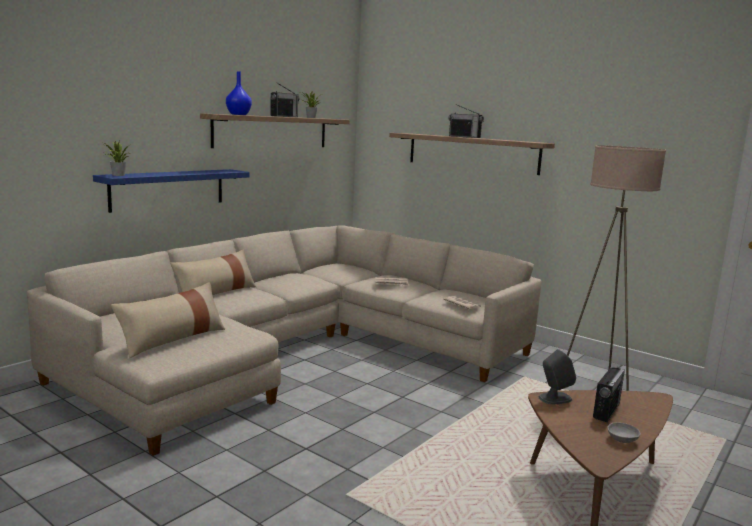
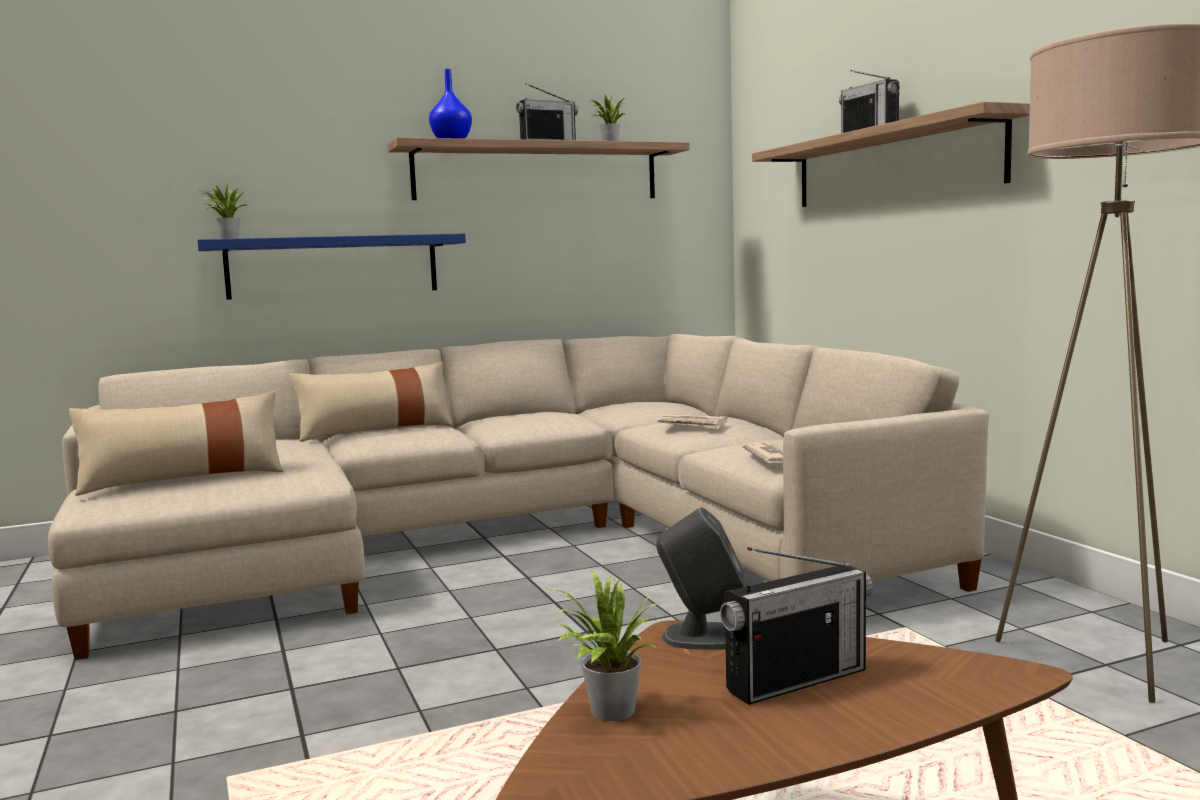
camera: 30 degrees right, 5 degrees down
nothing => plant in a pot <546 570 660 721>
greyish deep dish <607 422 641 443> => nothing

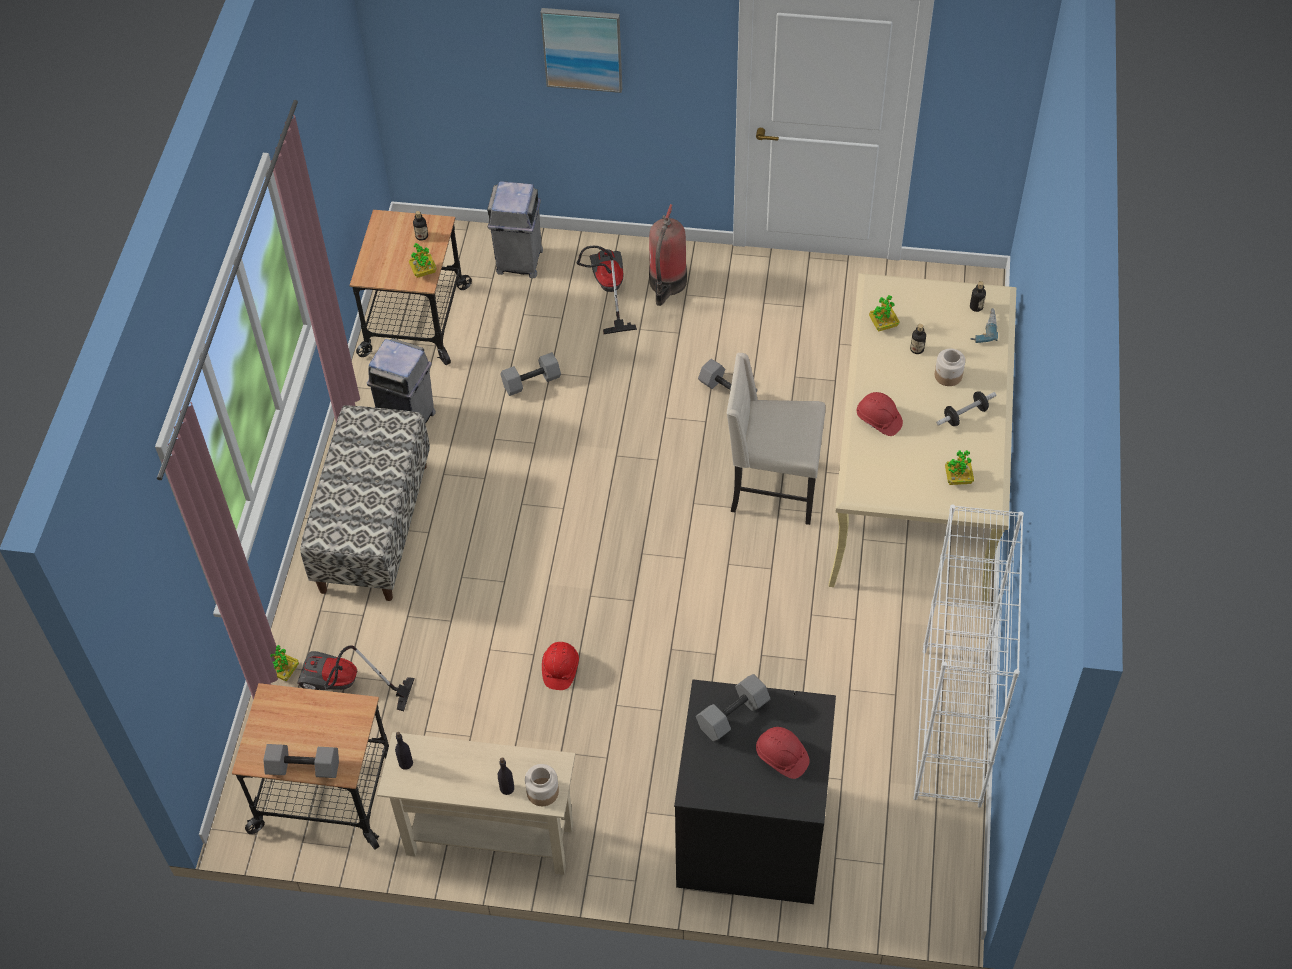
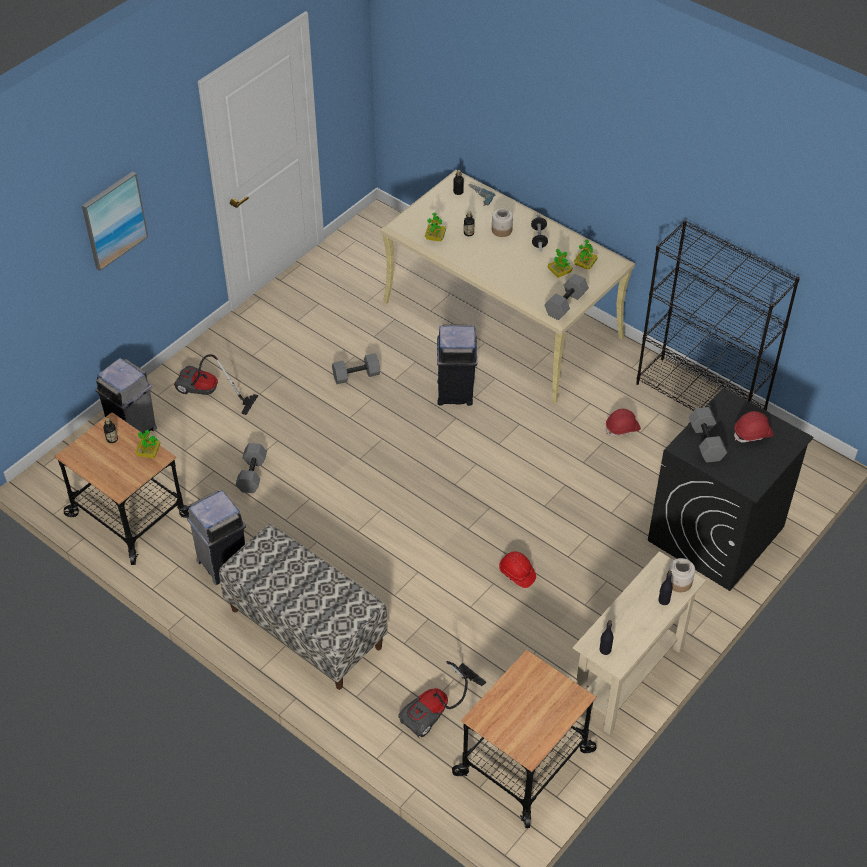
camera: 60 degrees left, 5 degrees down
beige-coloured upright chair <727 353 825 525> => blue-coloured waste bin <437 325 477 406>
greyish hand weight <263 744 339 778> => greyish hand weight <544 274 589 320>, move
plant in a pot <270 645 299 681> => plant in a pot <548 249 572 278>, move
reddish safety helmet <857 392 903 436> => reddish safety helmet <606 409 641 436>, move
whitish bookcase <913 505 1024 808> => black bookcase <636 220 800 411>
fire-fighting cylinder <649 204 687 306> => nothing

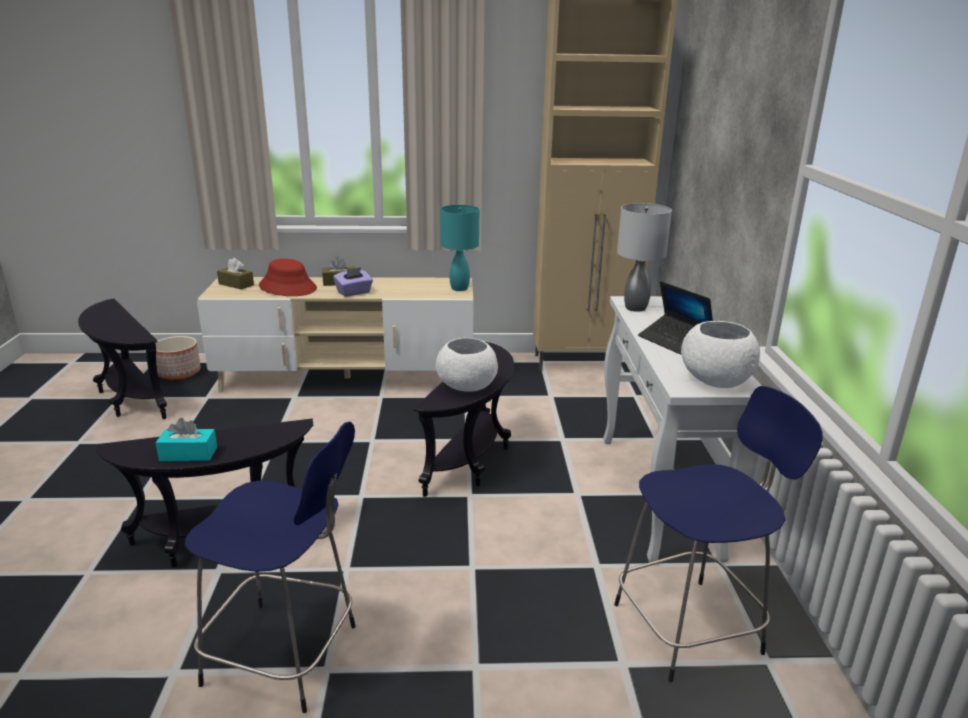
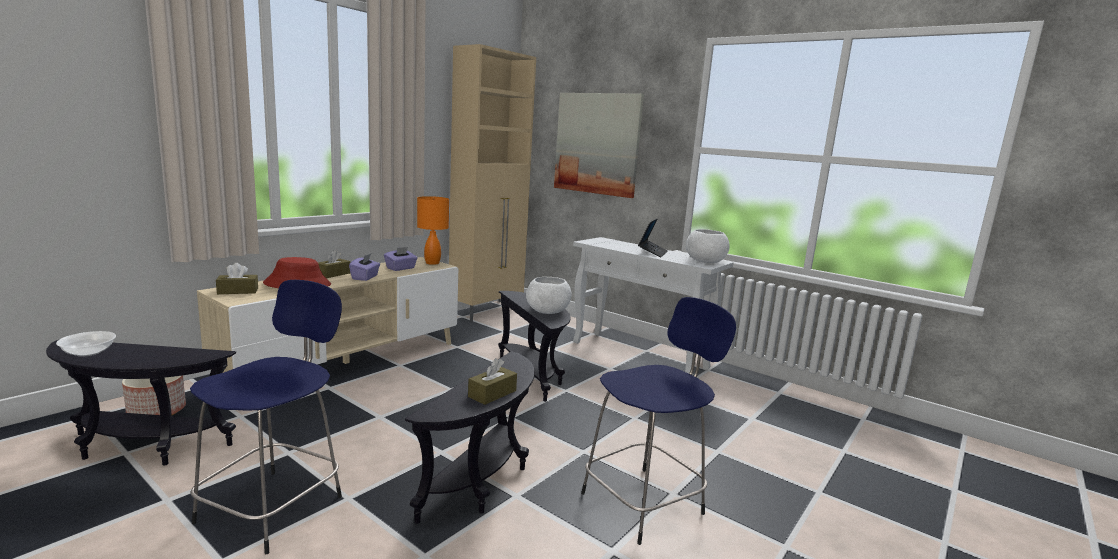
camera: 50 degrees left, 10 degrees down
nothing => deep dish <56 331 116 357>
blue-coloured stool seat <614 386 822 682> => blue-coloured stool seat <190 280 342 554>, move
nothing => purple-coloured box of tissues <384 247 417 271>
turquoise tabletop lamp <440 205 479 291> => orangey tabletop lamp <417 196 449 265>
turquoise box of tissues <156 418 217 461> => brownish box of tissues <468 358 517 405>
nothing => picture <554 93 644 198>
laptop <638 281 713 355> => laptop <638 219 668 257>, 75 degrees counterclockwise
greyish tabletop lamp <617 203 672 312> => nothing

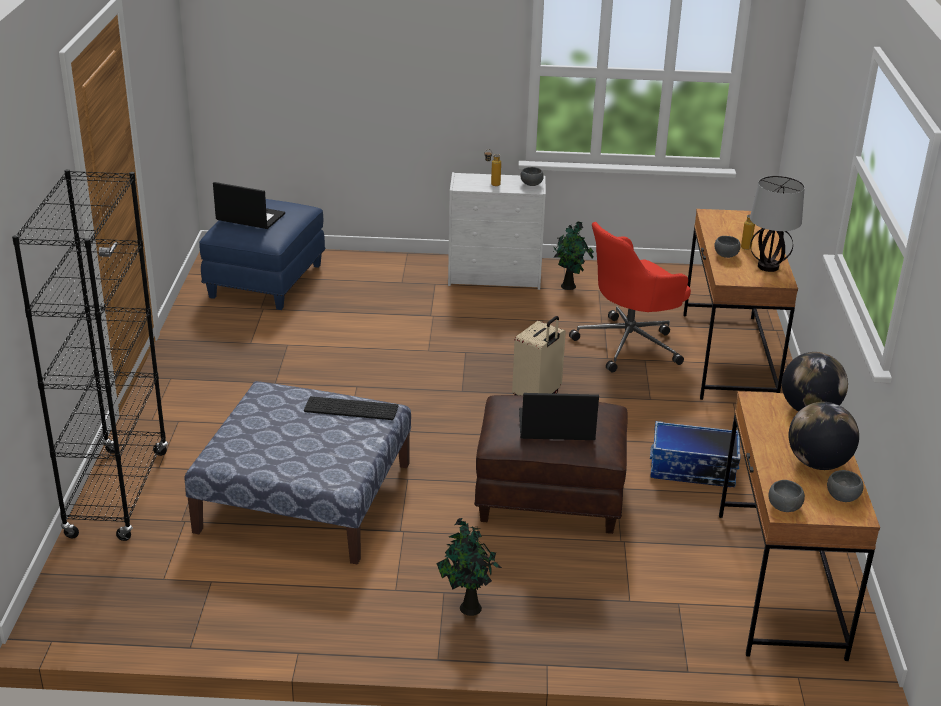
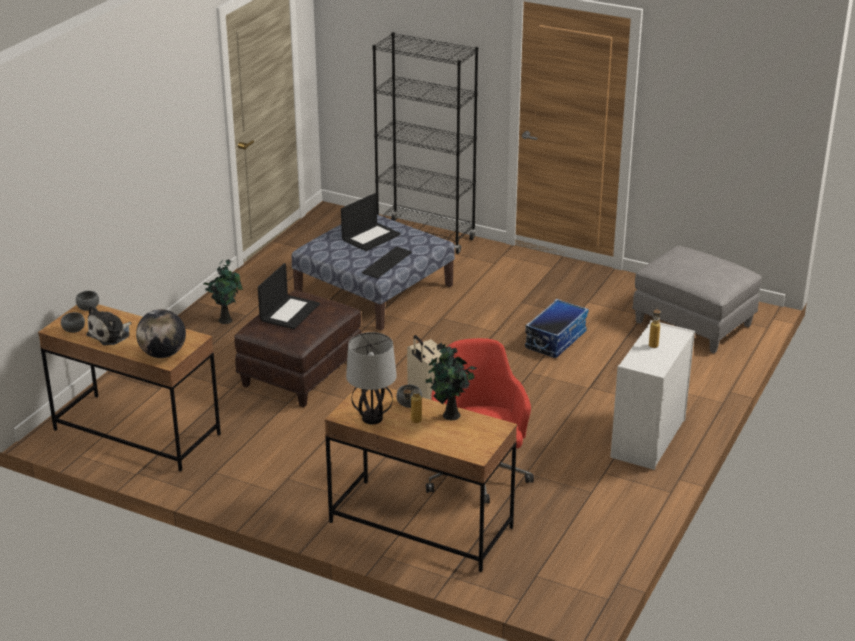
camera: 115 degrees right, 0 degrees up
world globe <789 402 859 470> => cuddly toy <86 305 132 346>
laptop <213 182 285 229> => laptop <341 193 401 251>, move
plant in a pot <553 221 594 290> => plant in a pot <425 343 477 420>, move
storage bin <650 421 740 487> => storage bin <525 299 588 358>, move
blue-coloured footrest <199 199 326 310> => greyish footrest <632 246 762 353>
greyish deep dish <520 167 544 186> => nothing

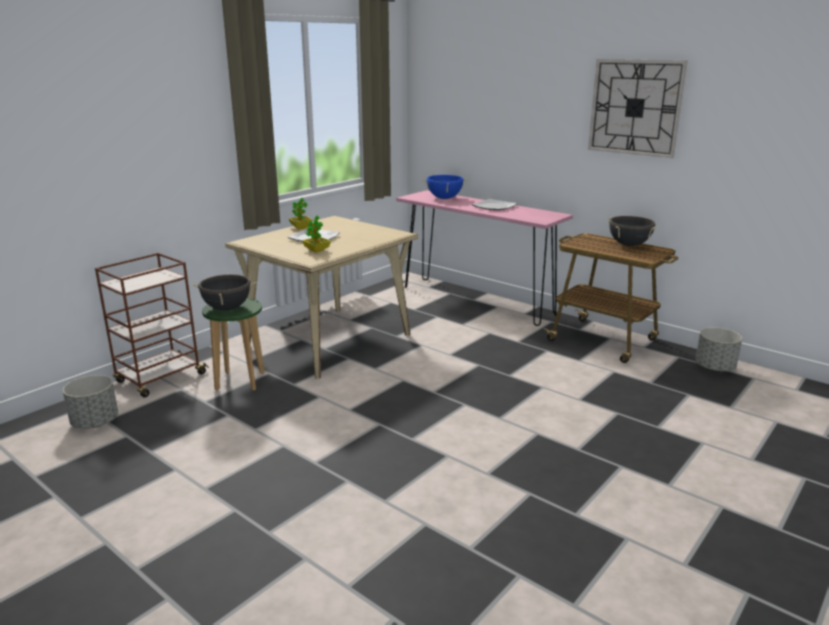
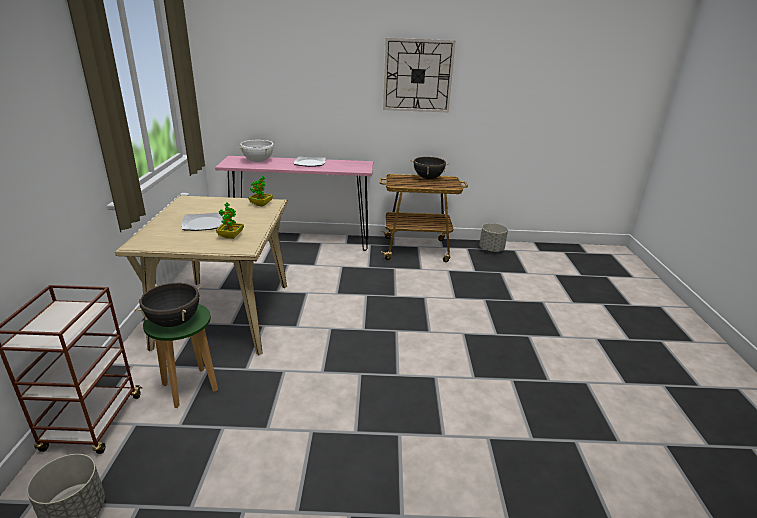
camera: 40 degrees left, 5 degrees up
blue-coloured saucepot <422 175 468 199> => whitish saucepot <239 140 274 162>
plant in a pot <289 198 312 230> => plant in a pot <248 176 273 207>, move

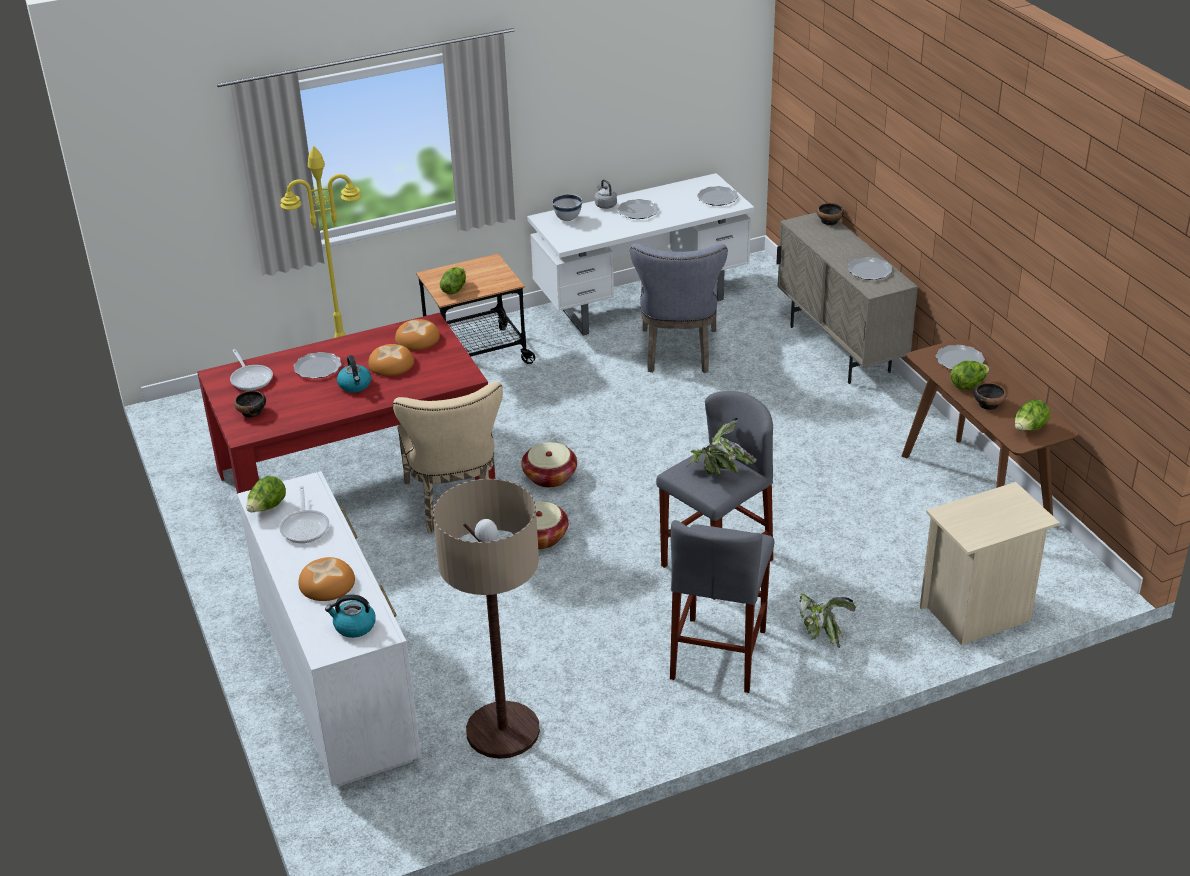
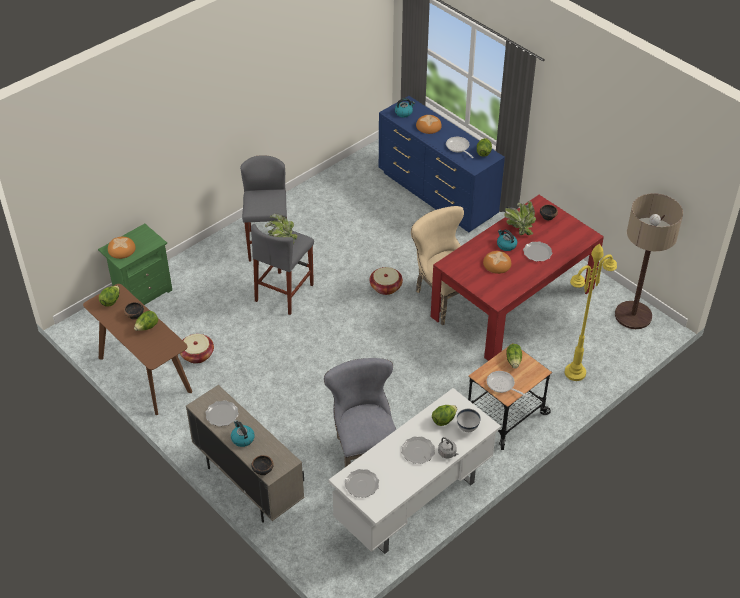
camera: 160 degrees right, 10 degrees up
beige-coloured nightstand <920 482 1060 645> => green-coloured nightstand <98 224 172 305>
bread <395 319 440 350> => bread <108 237 136 259>, move
basket <521 442 577 488> => basket <180 334 214 364>, move
nothing => kettle <231 420 255 447>
whitish chest of drawers <237 471 421 787> => blue-coloured chest of drawers <379 96 505 232>
nothing => lettuce head <432 405 457 426>
frying pan <230 349 273 391> => frying pan <487 371 528 397>, move
plant in a pot <799 593 856 648> => plant in a pot <504 201 536 235>, move
floor lamp <433 479 540 759> => floor lamp <615 193 683 329>, move
dinner plate <936 345 985 369> => nothing

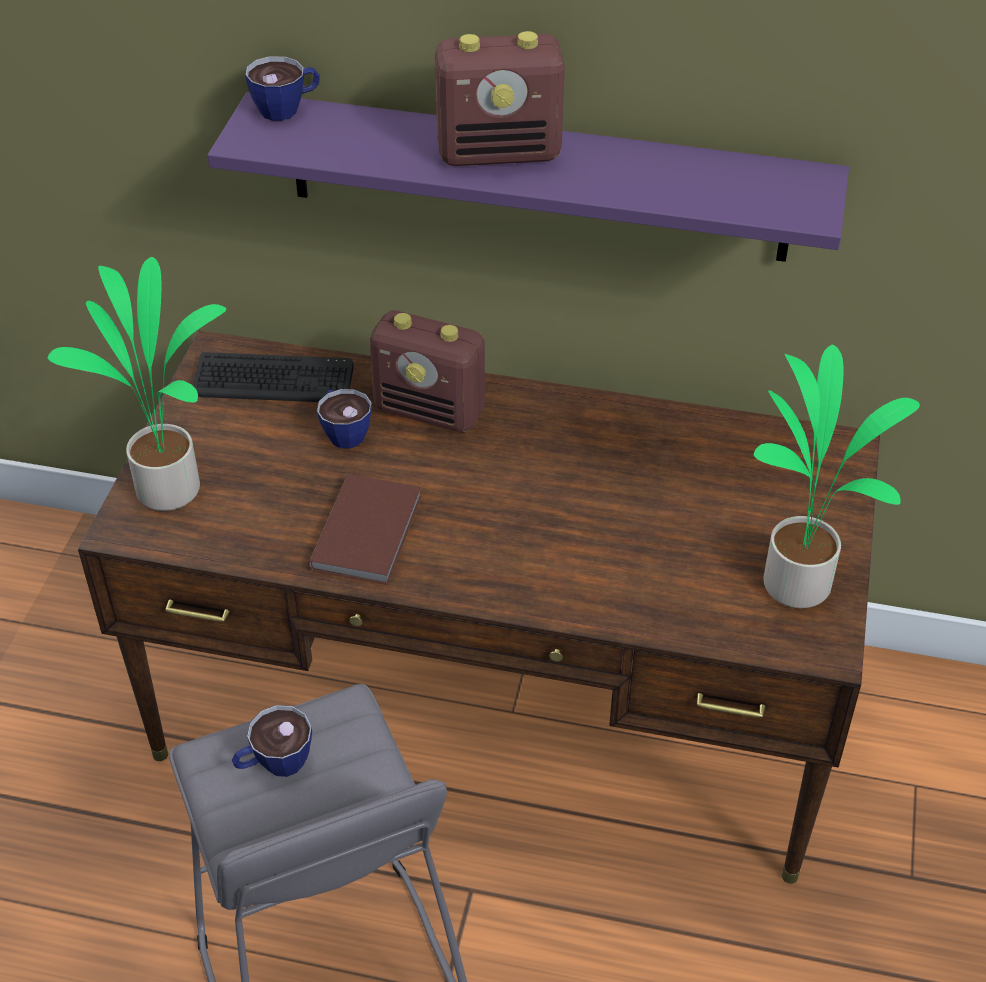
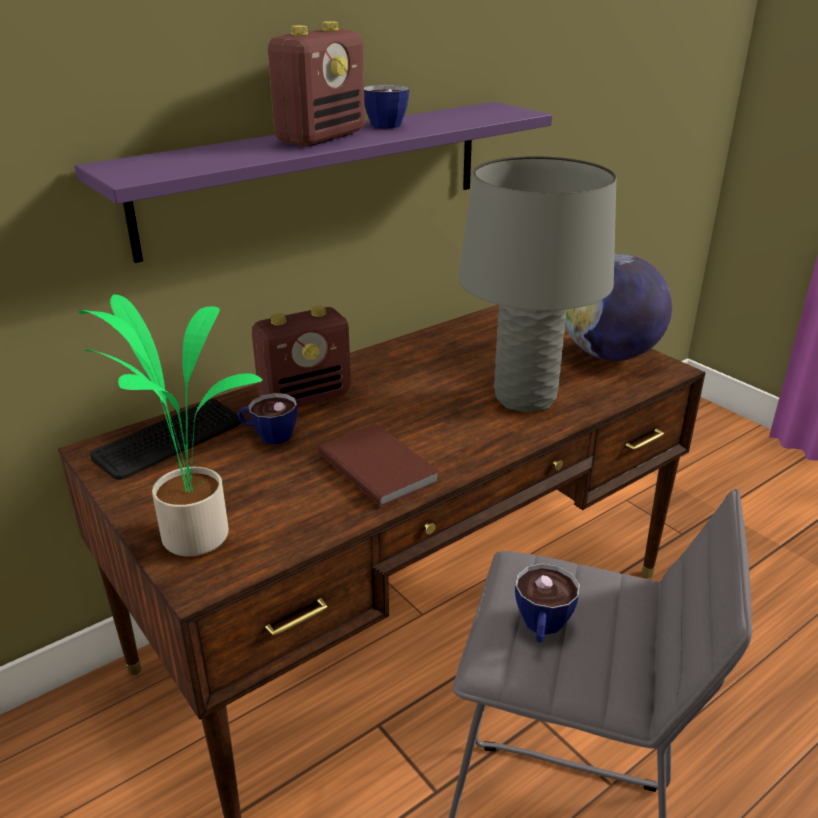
camera: 50 degrees left, 15 degrees down
drinking cup <245 56 320 121> => drinking cup <364 85 409 128>, move
nothing => greyish tabletop lamp <458 156 616 413>
plant in a pot <754 344 920 608> => world globe <565 254 672 361>

